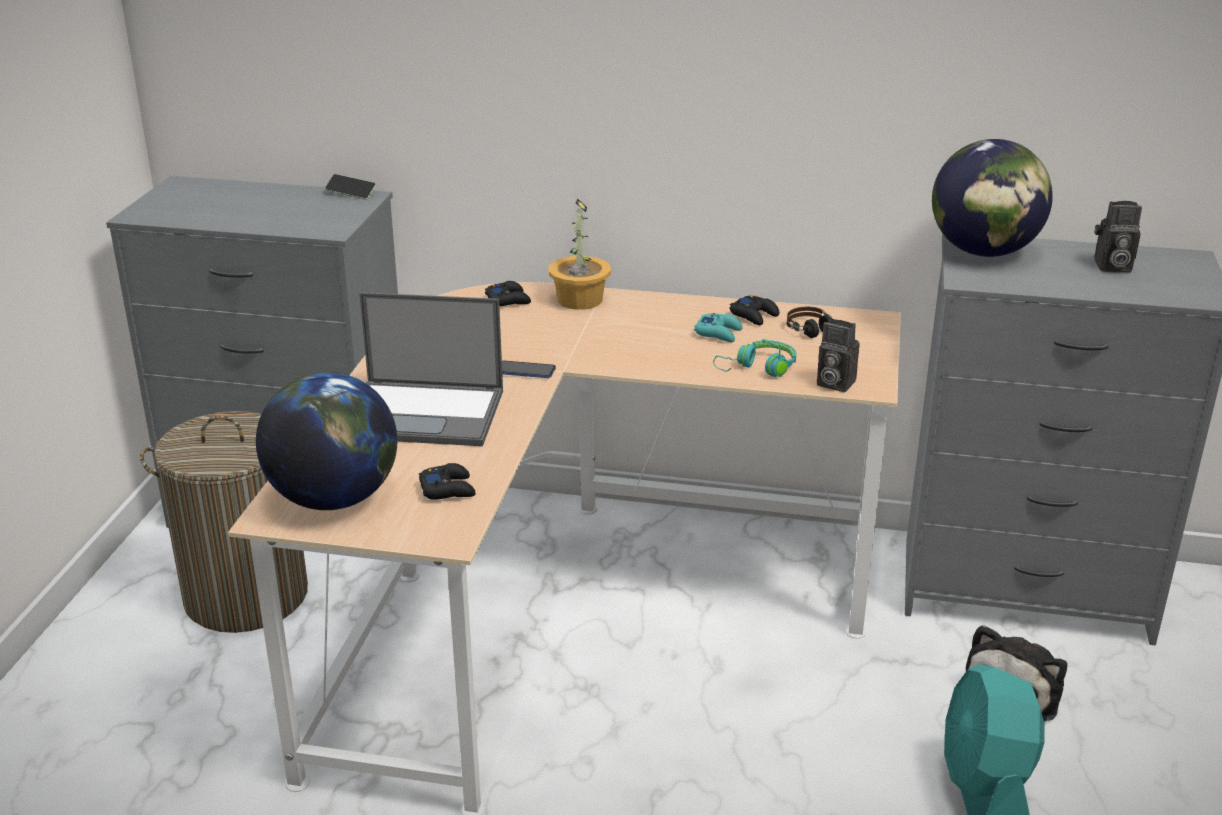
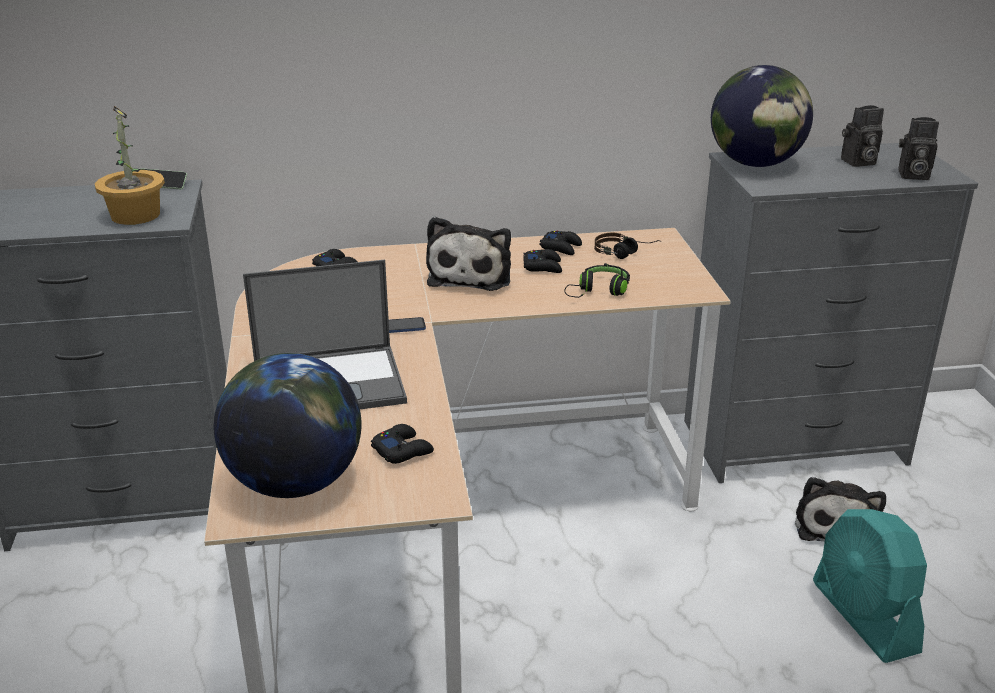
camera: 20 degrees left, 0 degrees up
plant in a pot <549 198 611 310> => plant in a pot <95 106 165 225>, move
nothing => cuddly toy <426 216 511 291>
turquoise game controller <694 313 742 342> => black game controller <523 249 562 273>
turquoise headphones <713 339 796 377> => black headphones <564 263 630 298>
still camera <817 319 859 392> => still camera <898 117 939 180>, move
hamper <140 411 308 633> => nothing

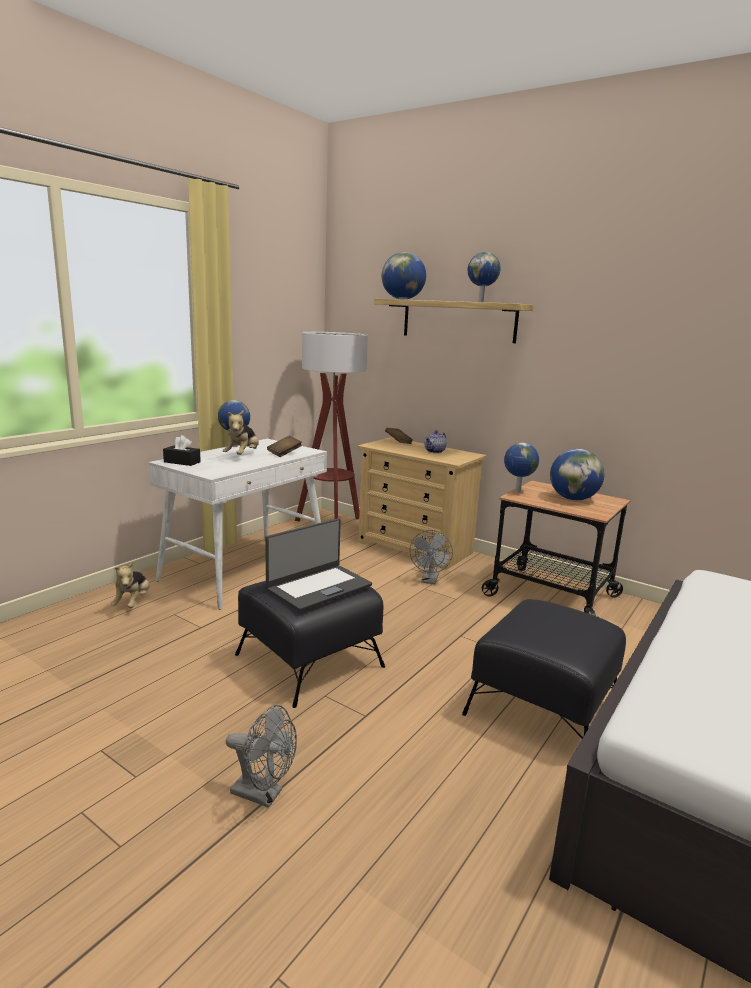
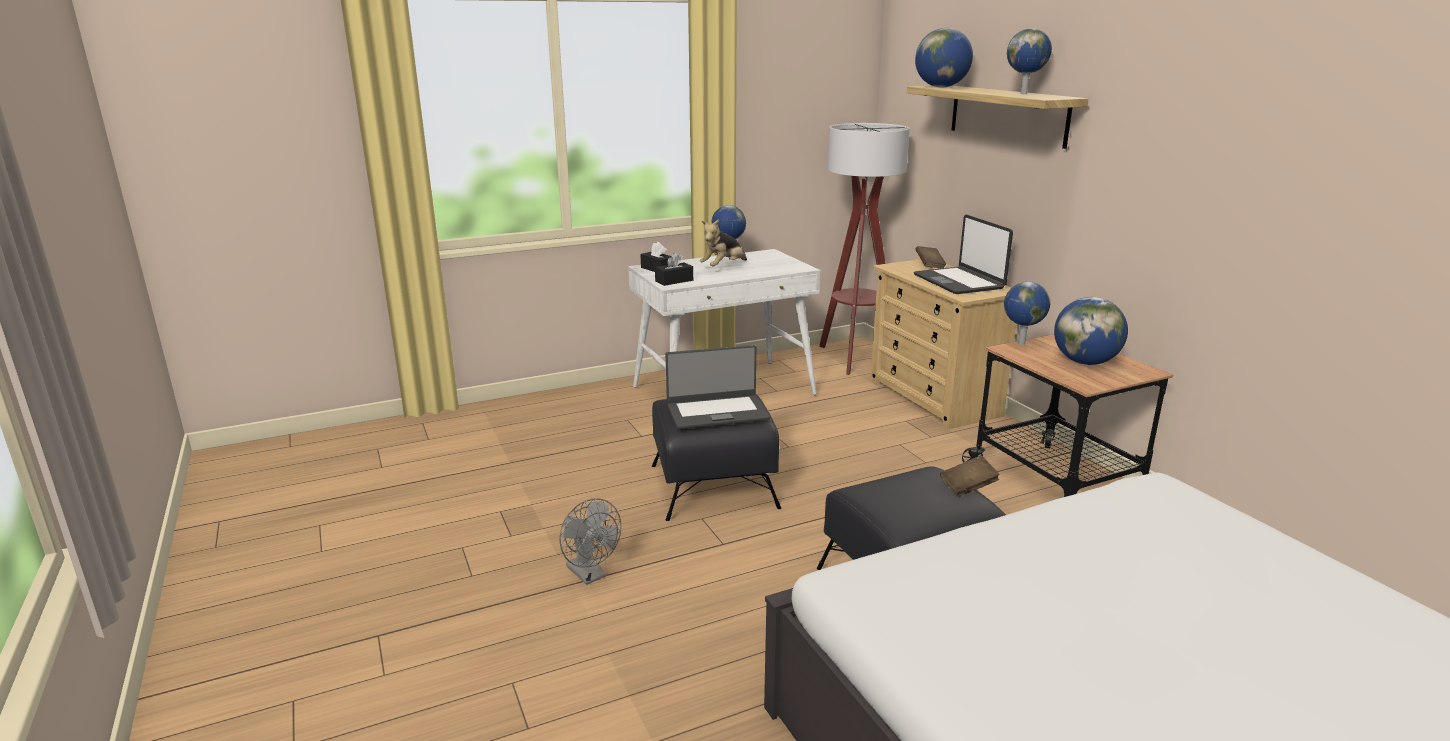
camera: 30 degrees right, 5 degrees up
nothing => black box of tissues <655 253 693 286>
tea pot <425 430 447 453> => laptop <914 214 1013 294>
brownish book <267 436 302 457> => brownish book <940 455 999 497>, move
cuddly toy <111 562 150 608> => nothing
greyish electric fan <410 530 453 584> => nothing

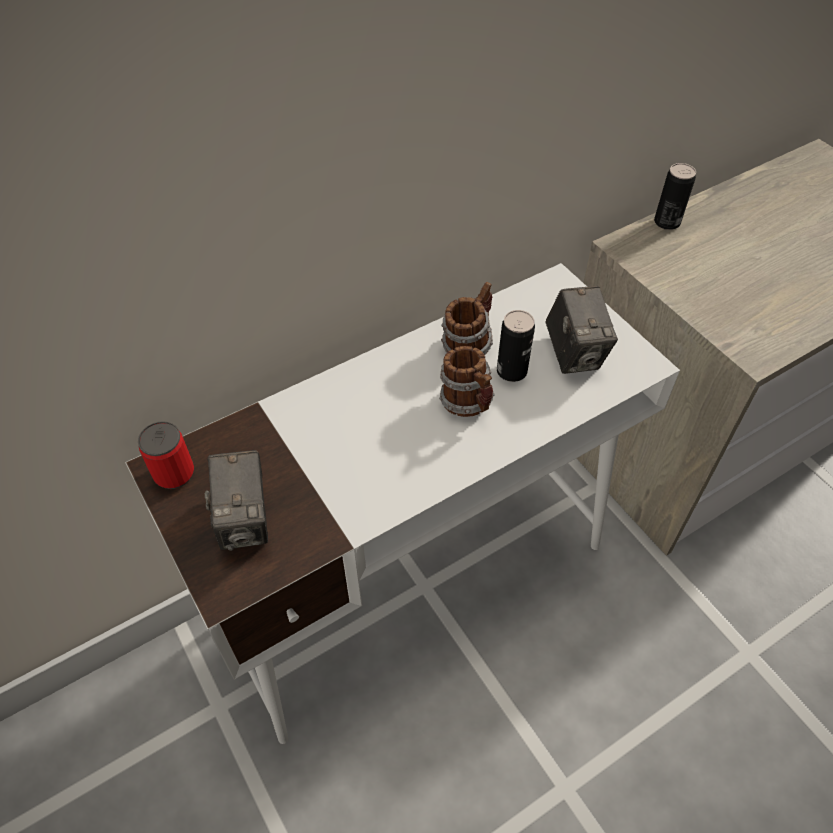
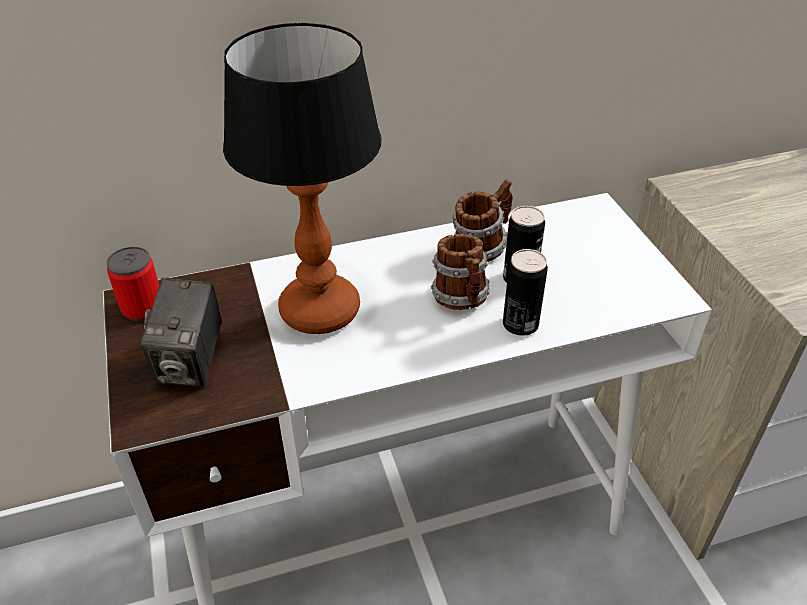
camera: 15 degrees right, 10 degrees down
nothing => tabletop lamp <223 23 382 334>
sealed can <654 163 696 230> => sealed can <503 249 548 336>, move
still camera <545 286 618 374> => nothing

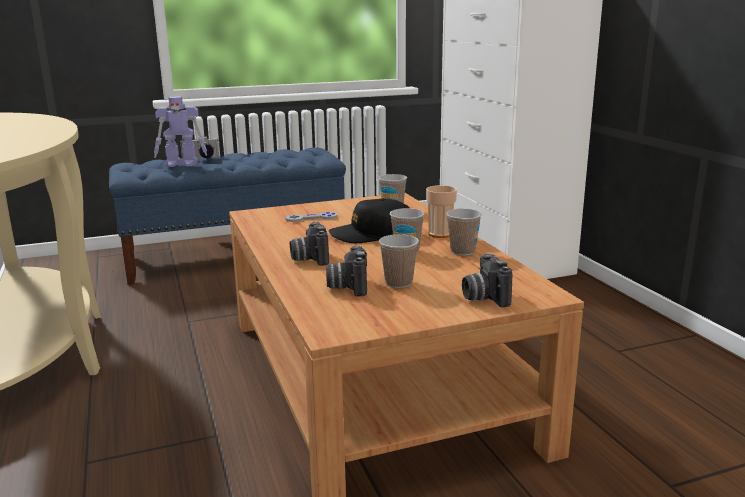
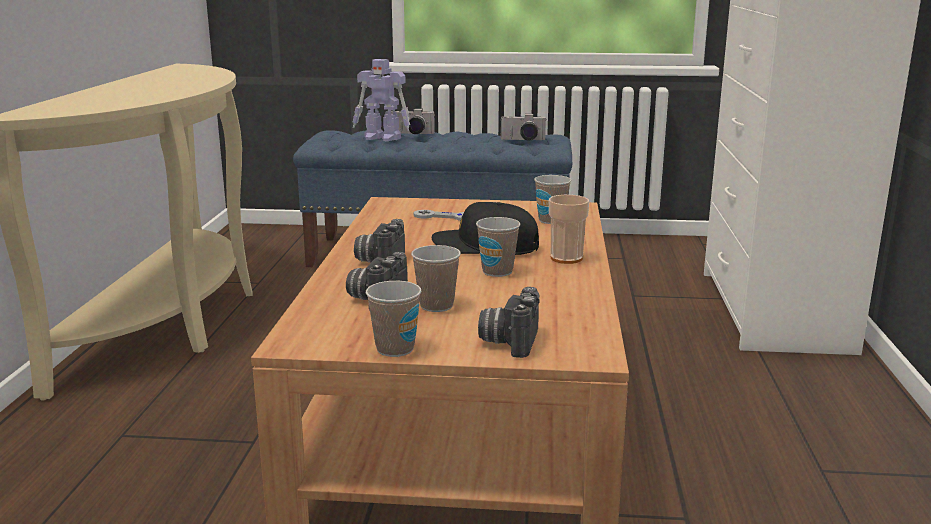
camera: 25 degrees right, 0 degrees up
drinking cup <446 208 482 256> => drinking cup <366 281 421 357>, move
nothing => still camera <501 114 547 141>

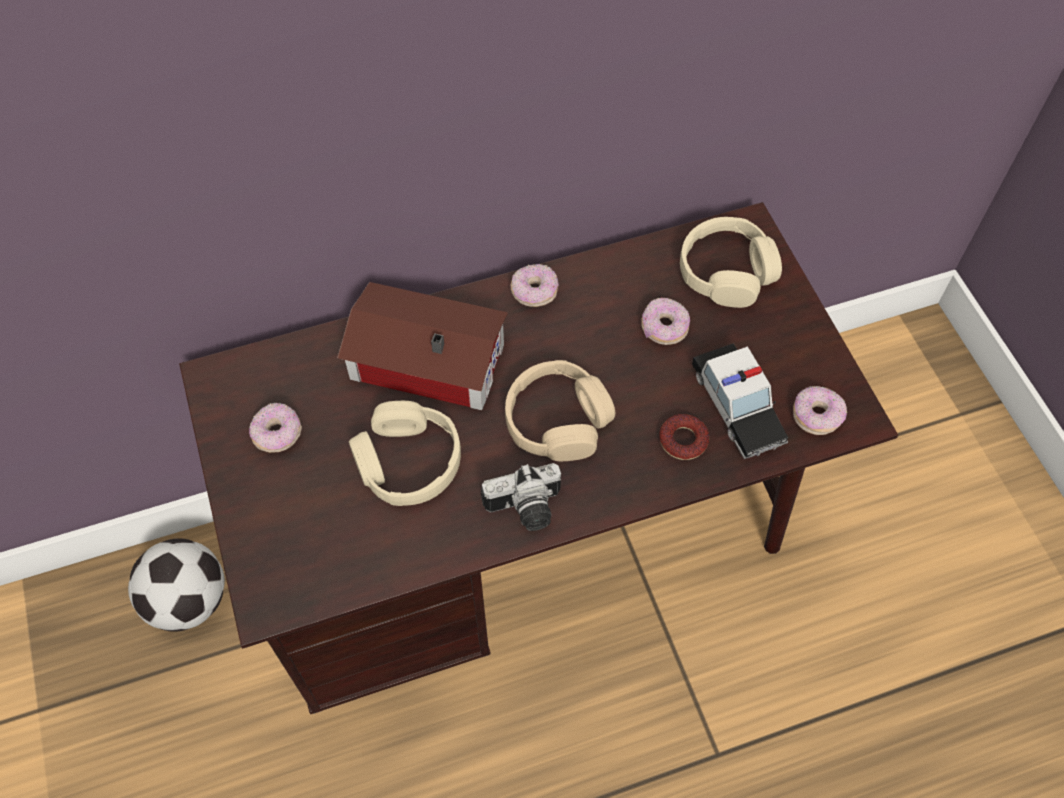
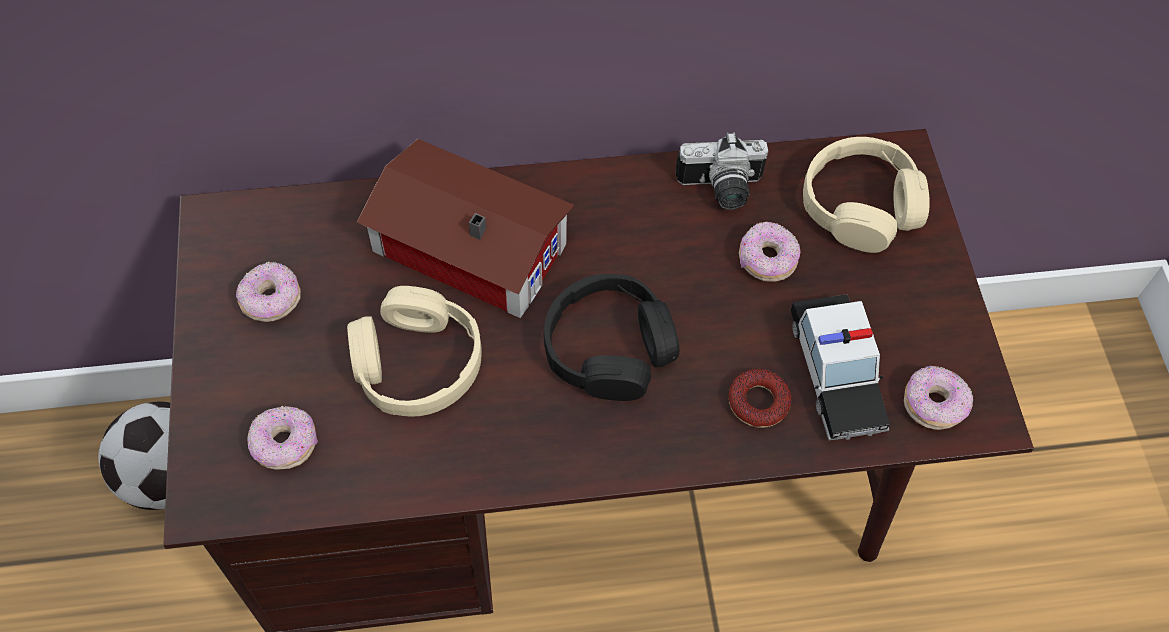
camera: 10 degrees right, 0 degrees up
doughnut <510 264 559 307> => doughnut <247 406 318 470>, move
beige-coloured headphones <505 360 615 461> => black headphones <543 274 679 401>
still camera <481 463 561 531> => still camera <675 132 768 210>, move

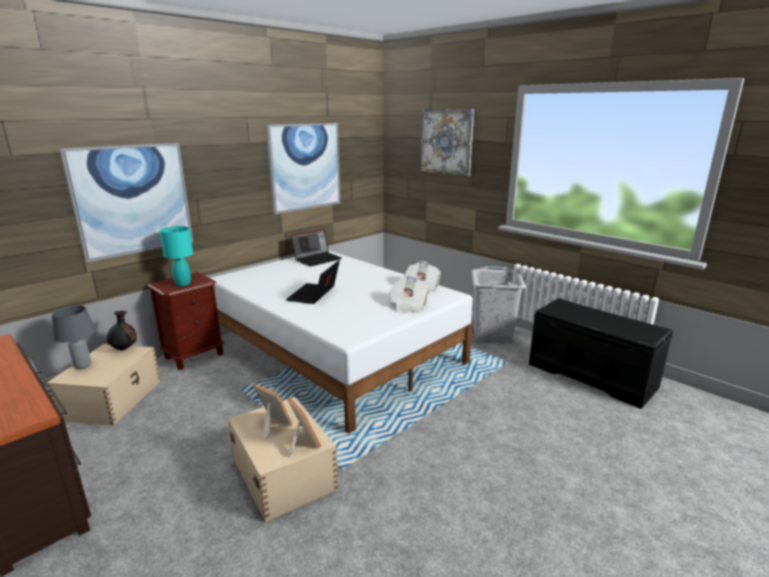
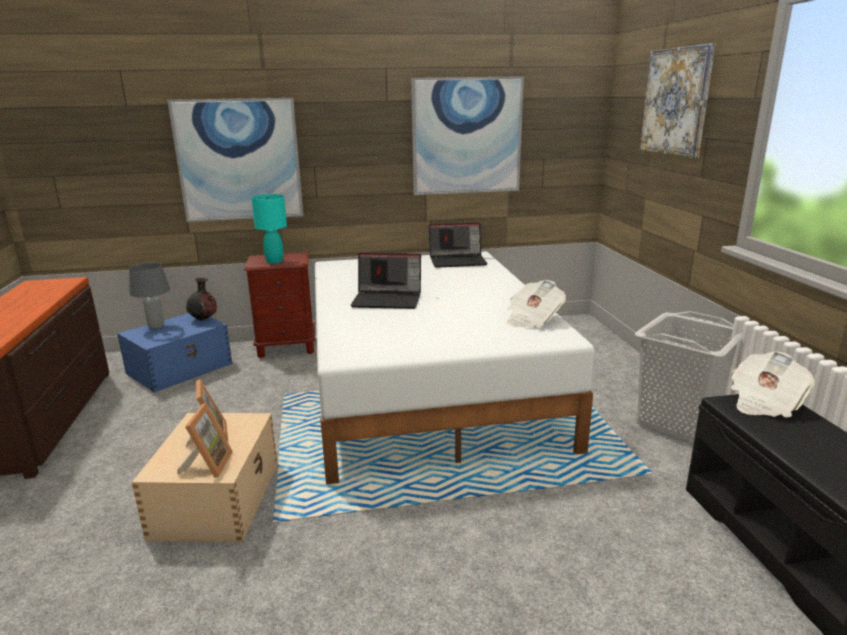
camera: 35 degrees right, 0 degrees up
beige-coloured storage bin <46 344 161 425> => blue-coloured storage bin <117 313 232 392>
laptop <286 260 340 304> => laptop <350 253 421 309>, 135 degrees counterclockwise
daily paper <389 276 430 313> => daily paper <731 351 815 417>, move

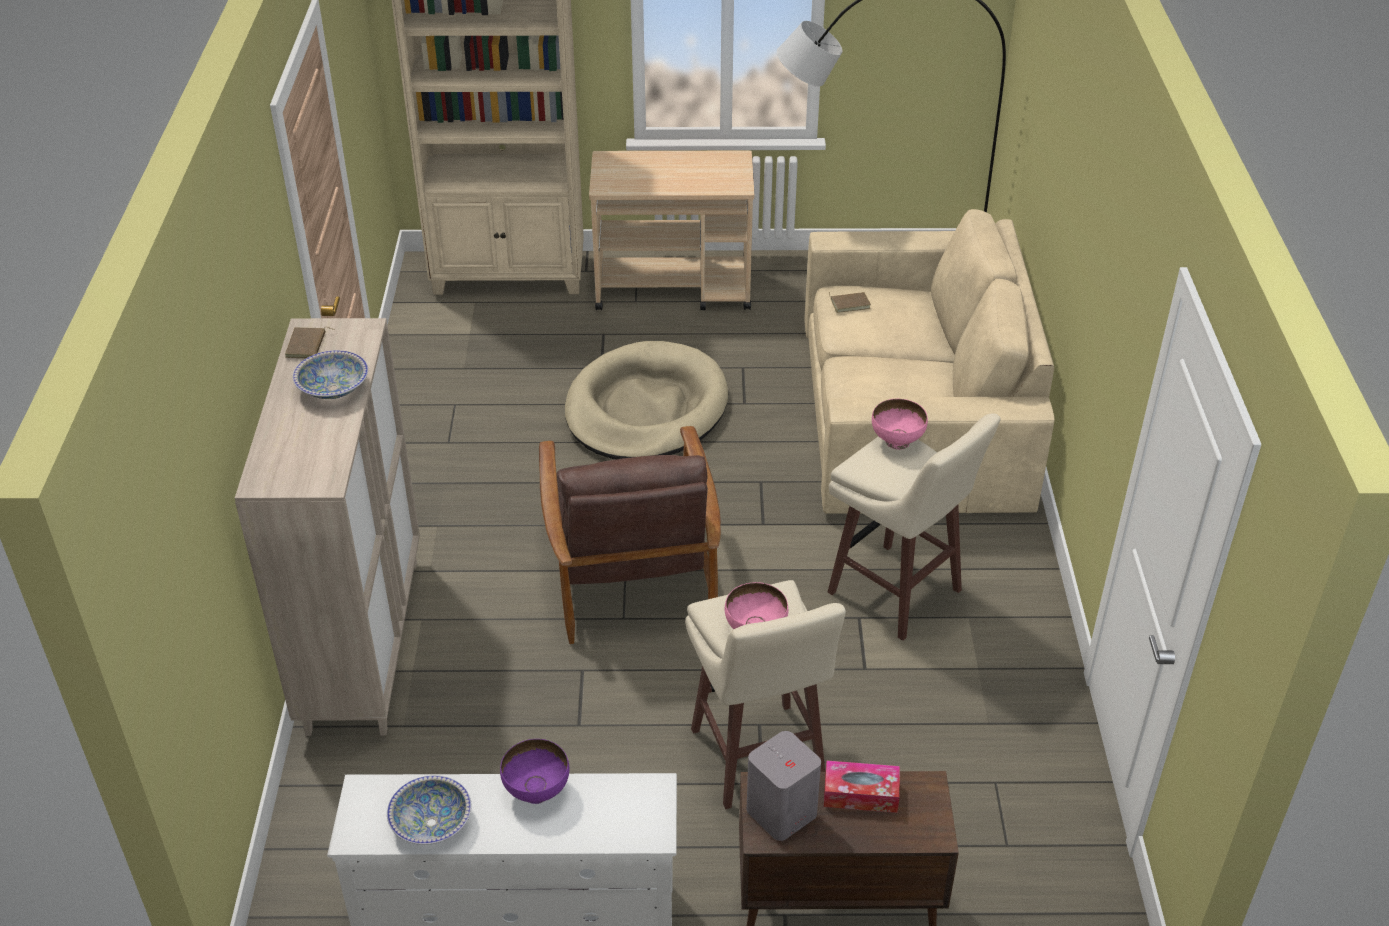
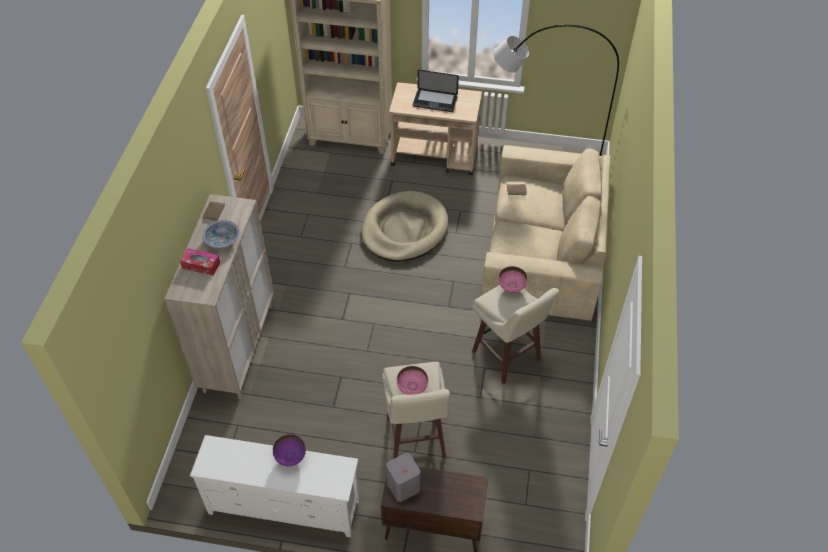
camera: 10 degrees right, 10 degrees up
box of tissues <824 760 900 813> => box of tissues <180 248 221 276>, move
nothing => laptop <413 70 459 112>
deep dish <387 775 472 845> => nothing
brownish armchair <539 426 721 644> => nothing

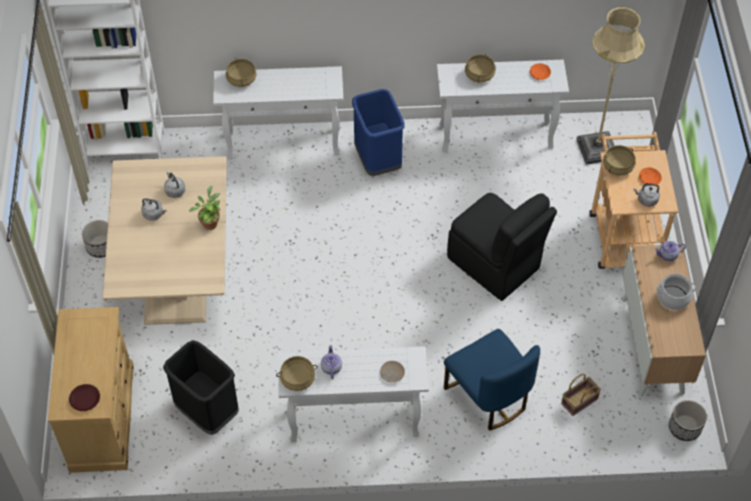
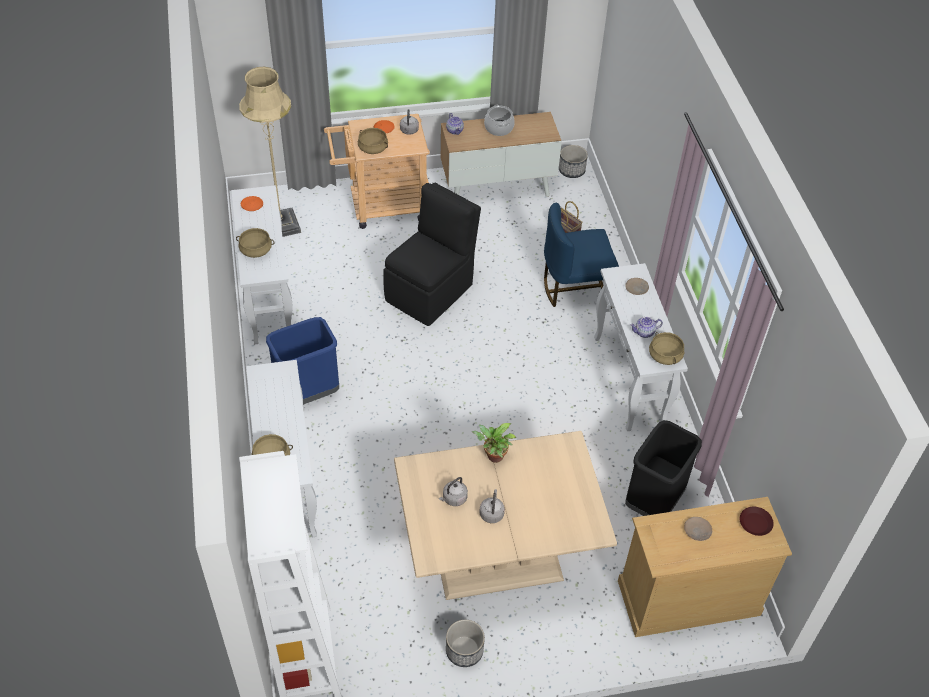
camera: 100 degrees left, 5 degrees down
blue-coloured upright chair <444 329 540 431> => blue-coloured upright chair <544 203 619 307>, 150 degrees counterclockwise
nothing => beige-coloured dinner plate <684 517 712 541>

